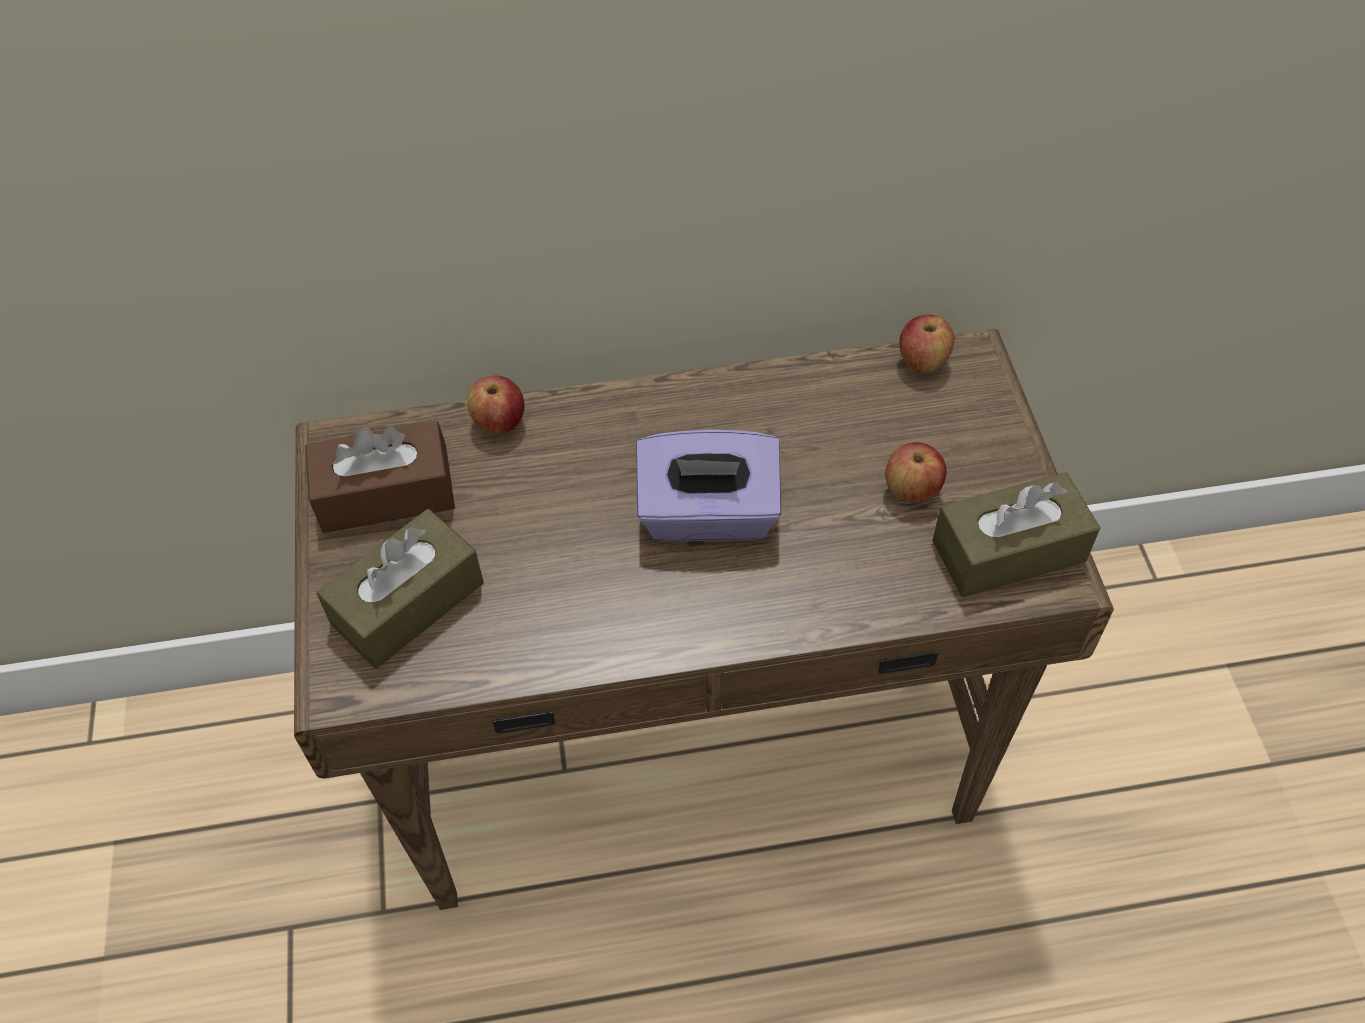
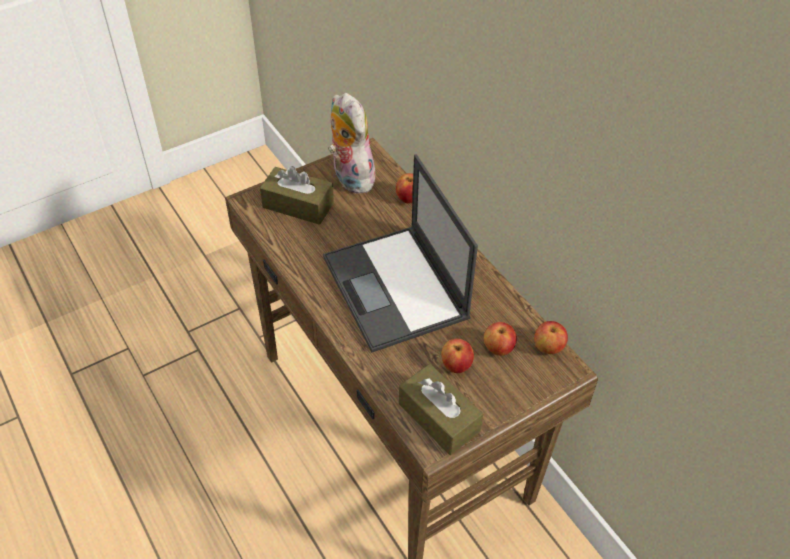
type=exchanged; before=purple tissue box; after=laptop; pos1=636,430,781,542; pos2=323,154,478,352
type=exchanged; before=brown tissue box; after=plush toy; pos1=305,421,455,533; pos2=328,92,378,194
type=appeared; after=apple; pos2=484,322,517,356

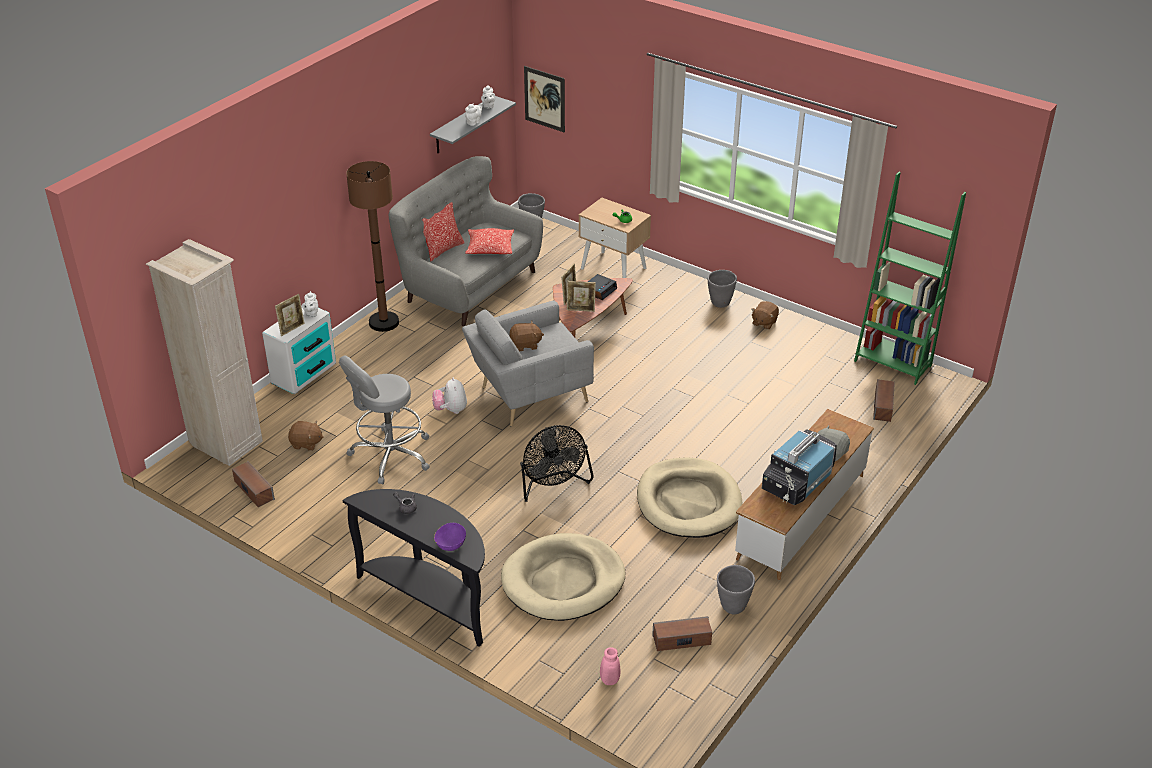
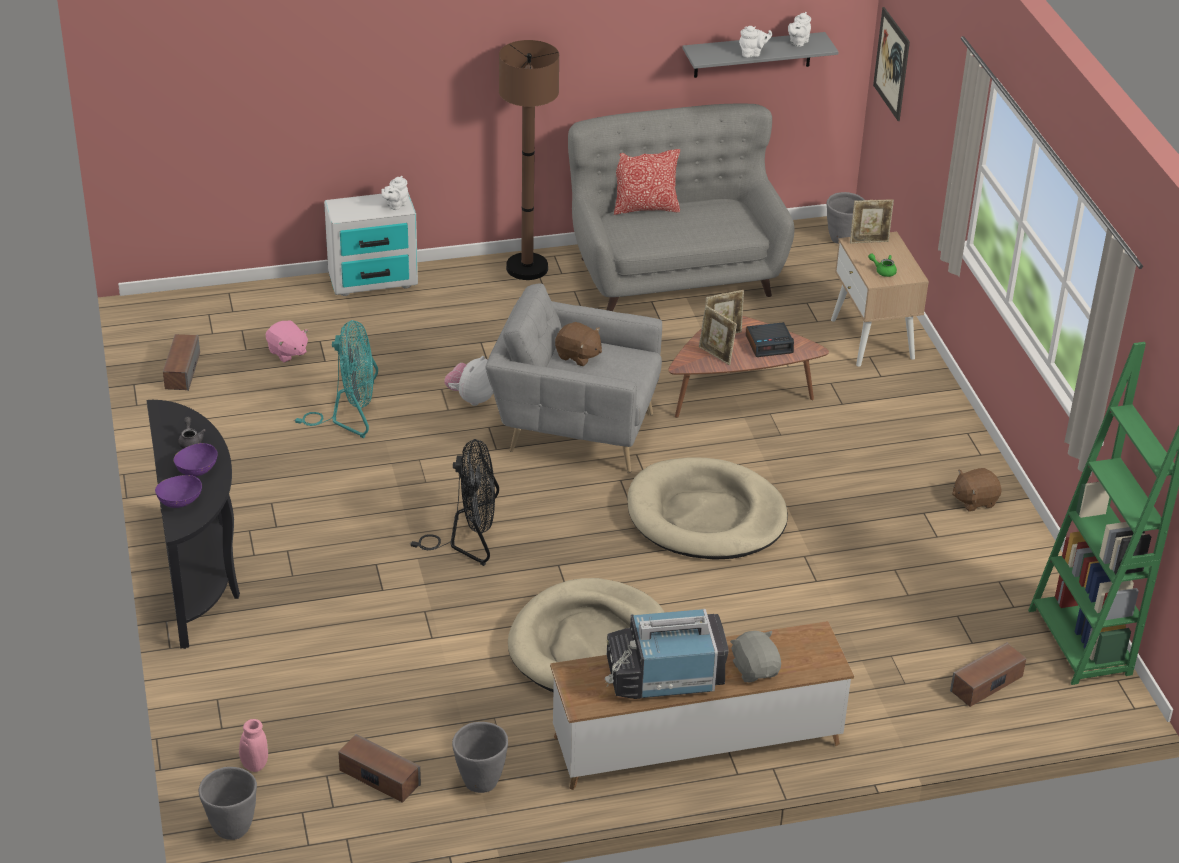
type=appeared; after=purple bowl; pos2=173,443,218,477
type=relocated; before=grey planter; pos1=708,270,737,308; pos2=199,767,257,840
type=colour; before=brown plush toy; after=pink plush toy; pos1=288,421,324,451; pos2=266,320,308,362
type=exchanged; before=grey stool; after=turquoise fan; pos1=339,355,430,484; pos2=294,320,378,438
type=spun; before=black fan; pos1=520,425,593,502; pos2=409,439,499,566; turn=-105
type=relocated; before=beige dog bed; pos1=501,533,625,621; pos2=628,457,788,560
type=relocated; before=picture frame; pos1=275,294,305,336; pos2=850,199,894,244
type=missing; before=beige cabinet; pos1=146,239,263,466
type=missing; before=pillow; pos1=465,228,514,254

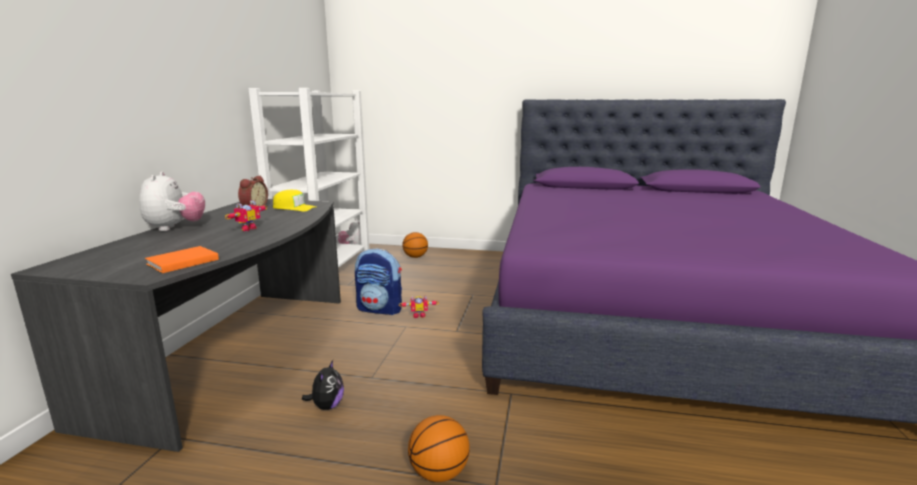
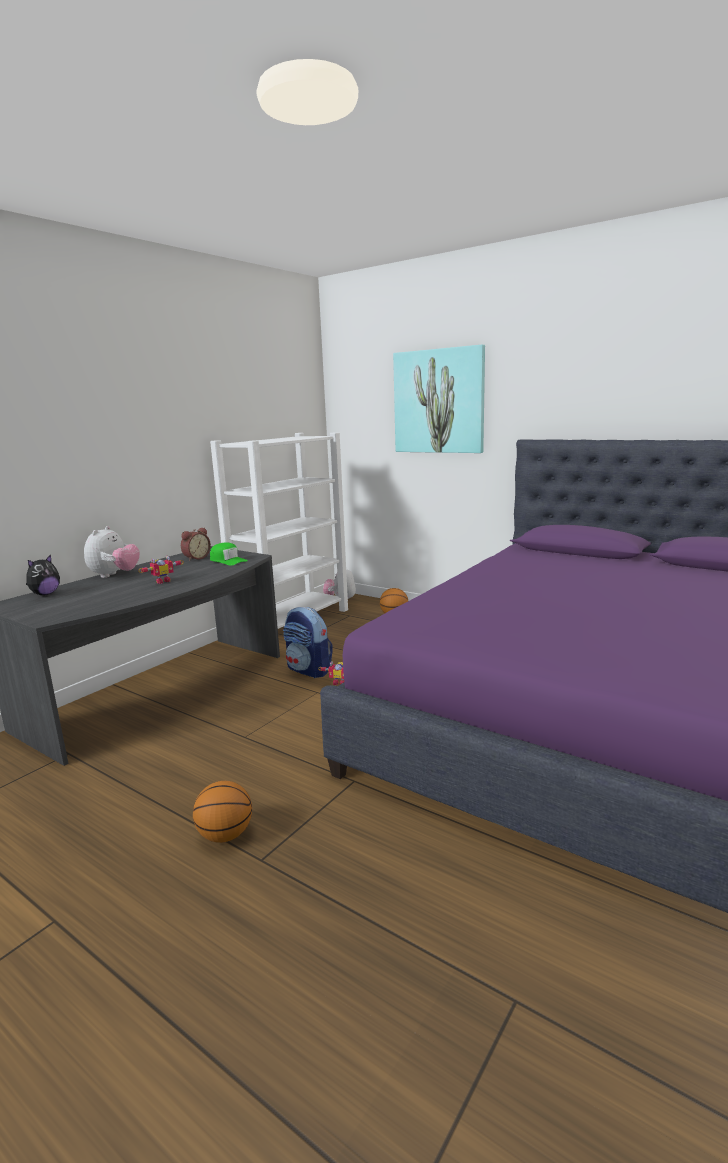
type=relocated; before=plush toy; pos1=302,360,344,410; pos2=26,555,60,595
type=colour; before=yellow cap; after=green cap; pos1=273,190,316,212; pos2=210,542,248,566
type=appeared; after=picture; pos2=393,345,485,453
type=missing; before=orange book; pos1=145,246,219,273

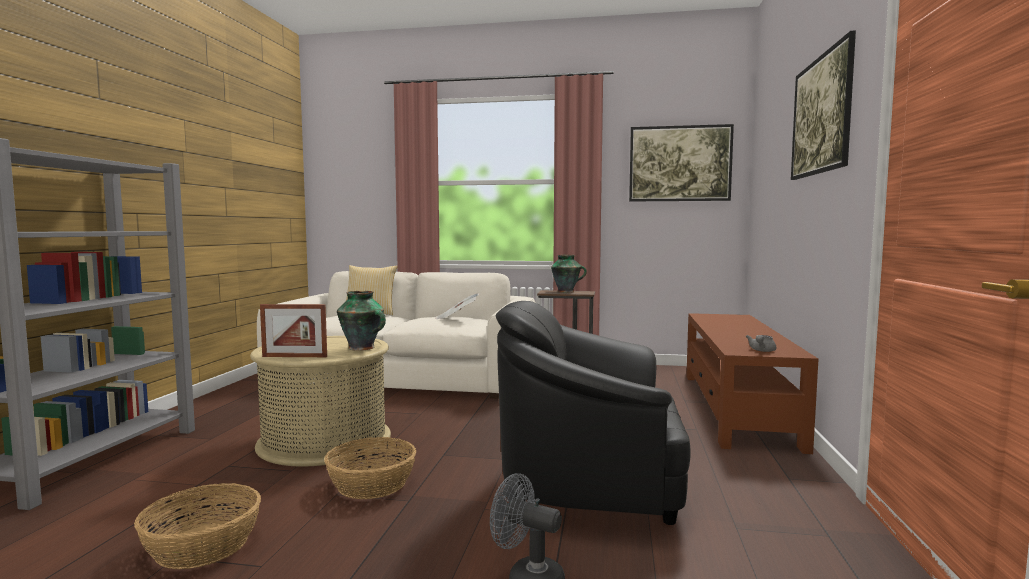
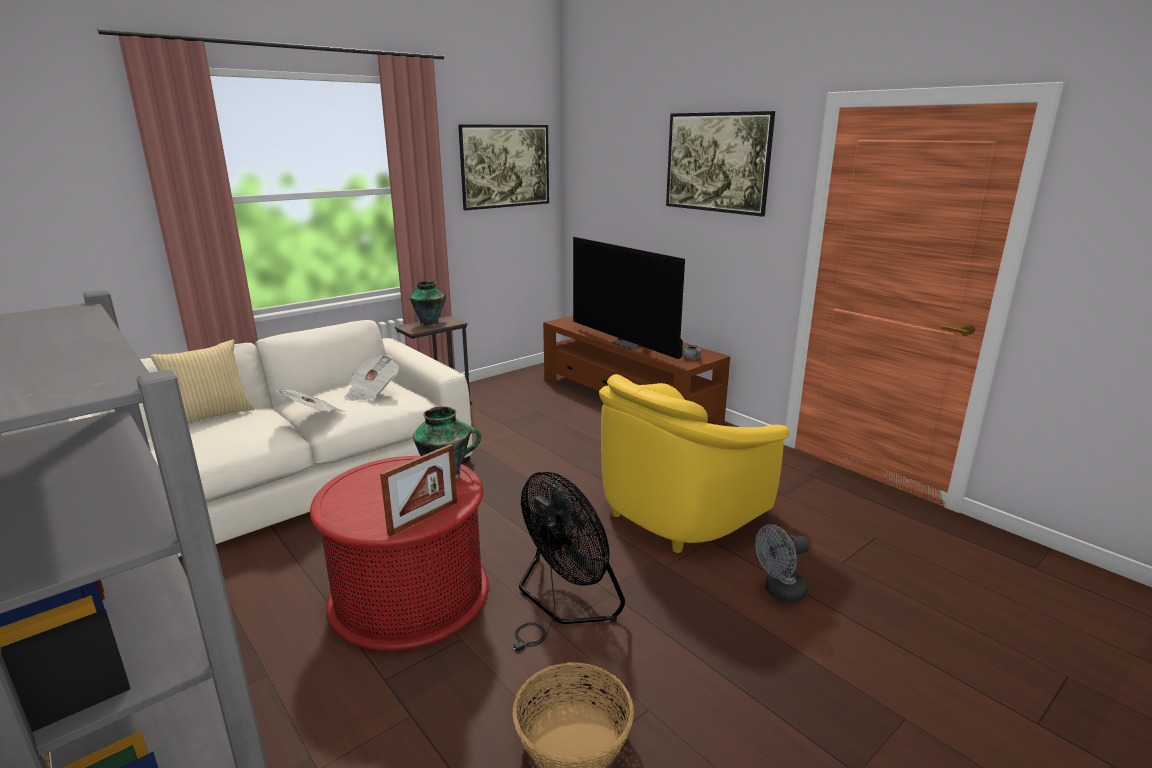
type=appeared; after=newspaper; pos2=276,389,345,412
type=colour; before=beige coffee table; after=red coffee table; pos1=250,336,391,466; pos2=310,456,489,651
type=exchanged; before=basket; after=black fan; pos1=324,437,417,499; pos2=512,472,625,652
type=appeared; after=television; pos2=573,237,685,359
type=colour; before=black armchair; after=yellow armchair; pos1=496,301,691,525; pos2=599,374,789,553

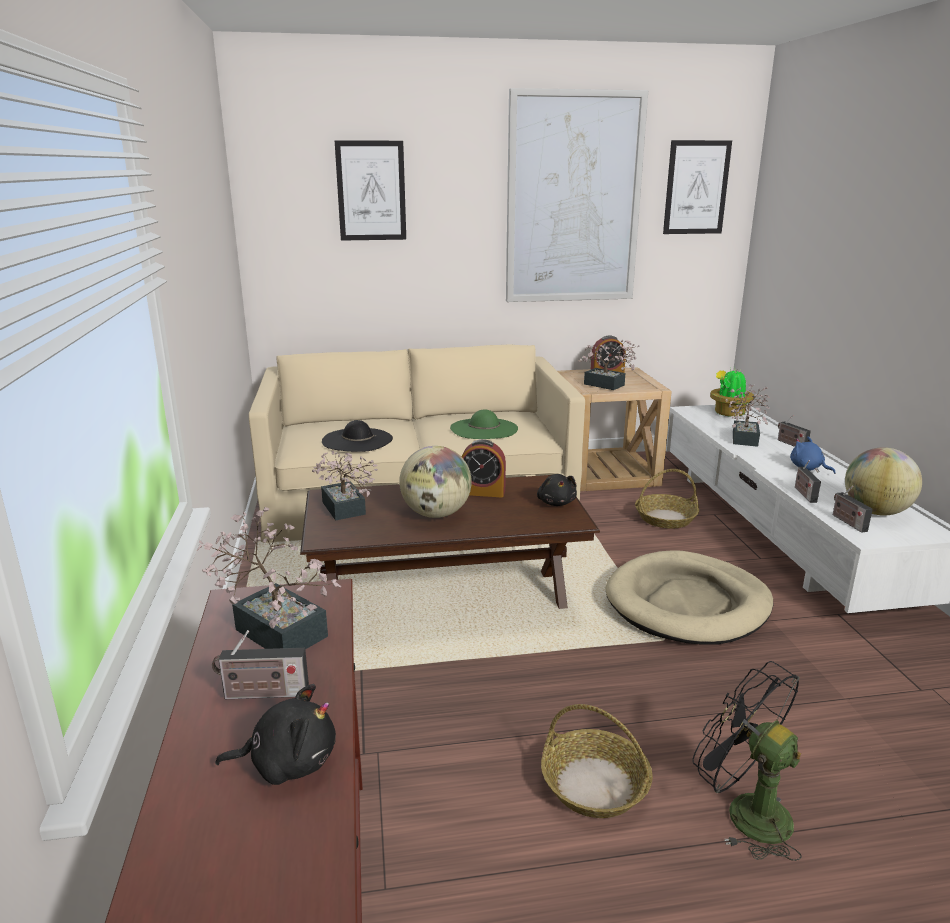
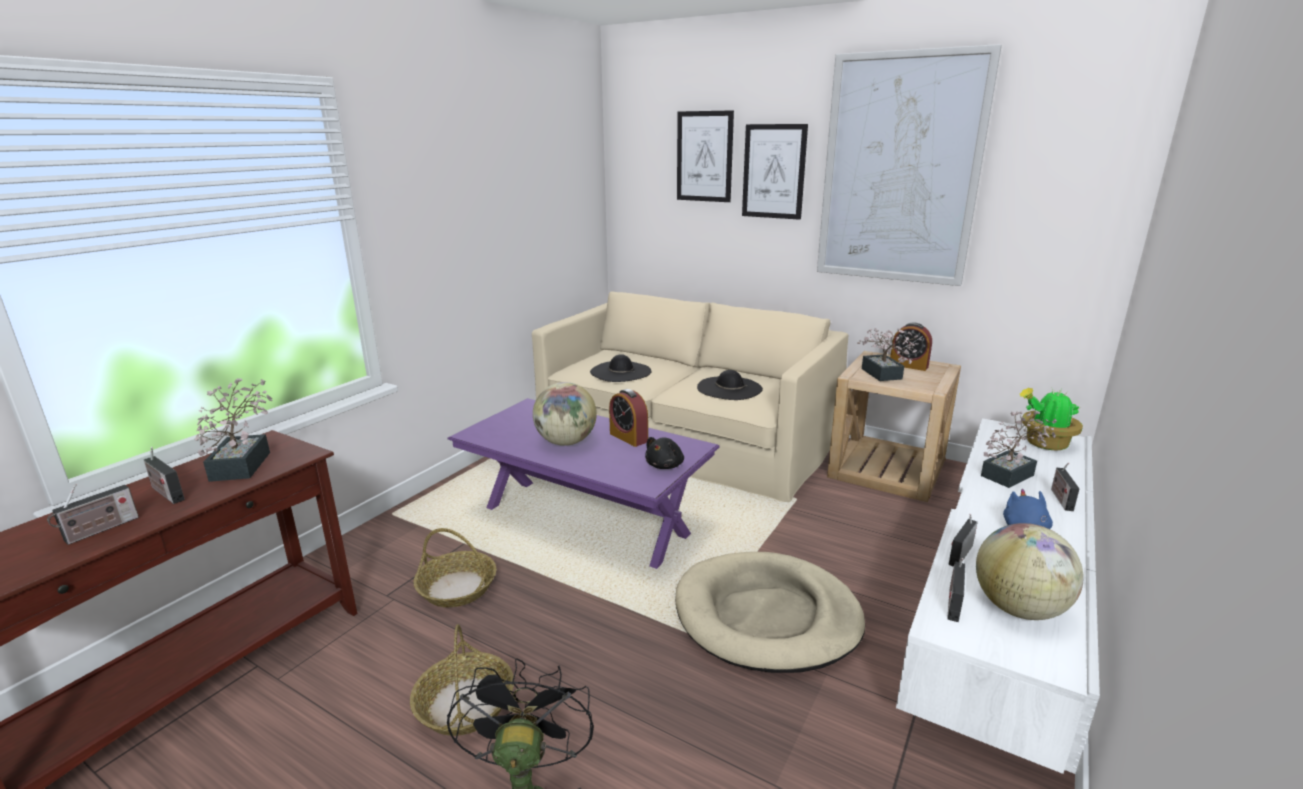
type=exchanged; before=black plush toy; after=radio; pos1=215,684,336,785; pos2=47,484,139,545
type=relocated; before=basket; pos1=635,469,699,529; pos2=413,528,496,607
type=colour; before=brown coffee table; after=purple coffee table; pos1=300,475,600,609; pos2=448,398,720,569
type=colour; before=green hat; after=black hat; pos1=450,409,518,439; pos2=697,370,763,400
type=relocated; before=picture; pos1=663,140,732,234; pos2=742,124,808,220
type=missing; before=potted plant; pos1=312,451,378,521

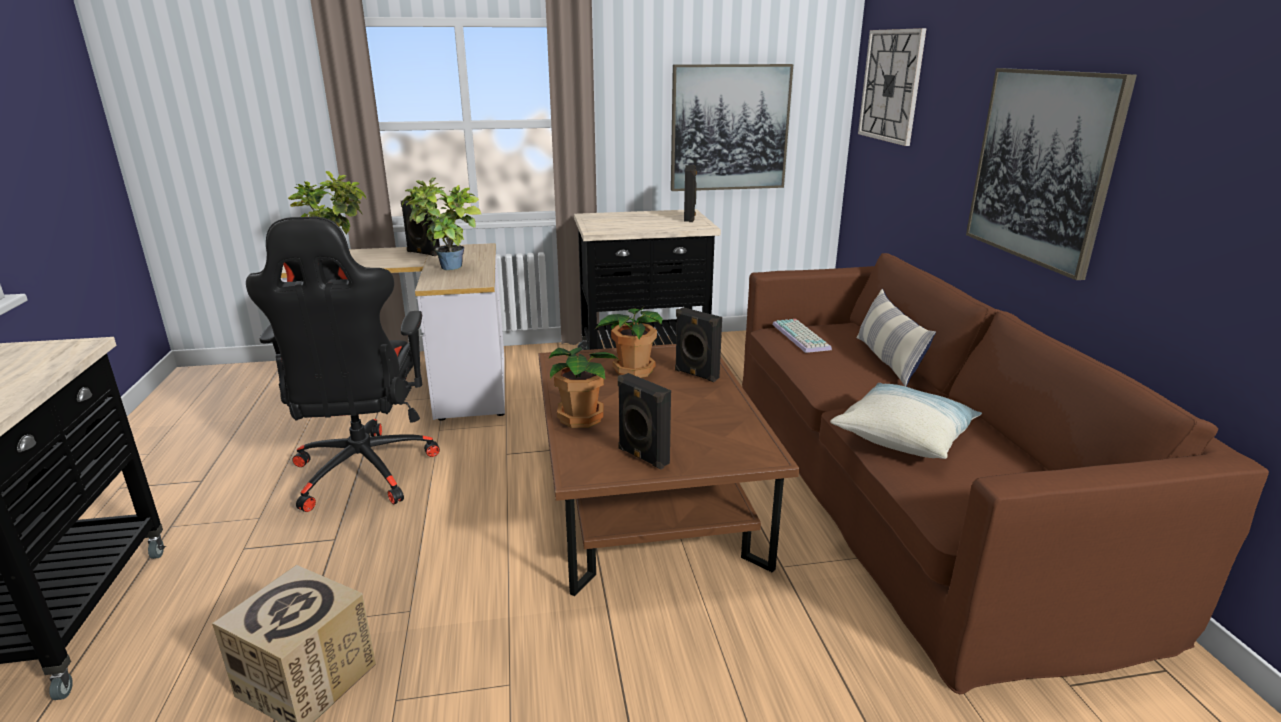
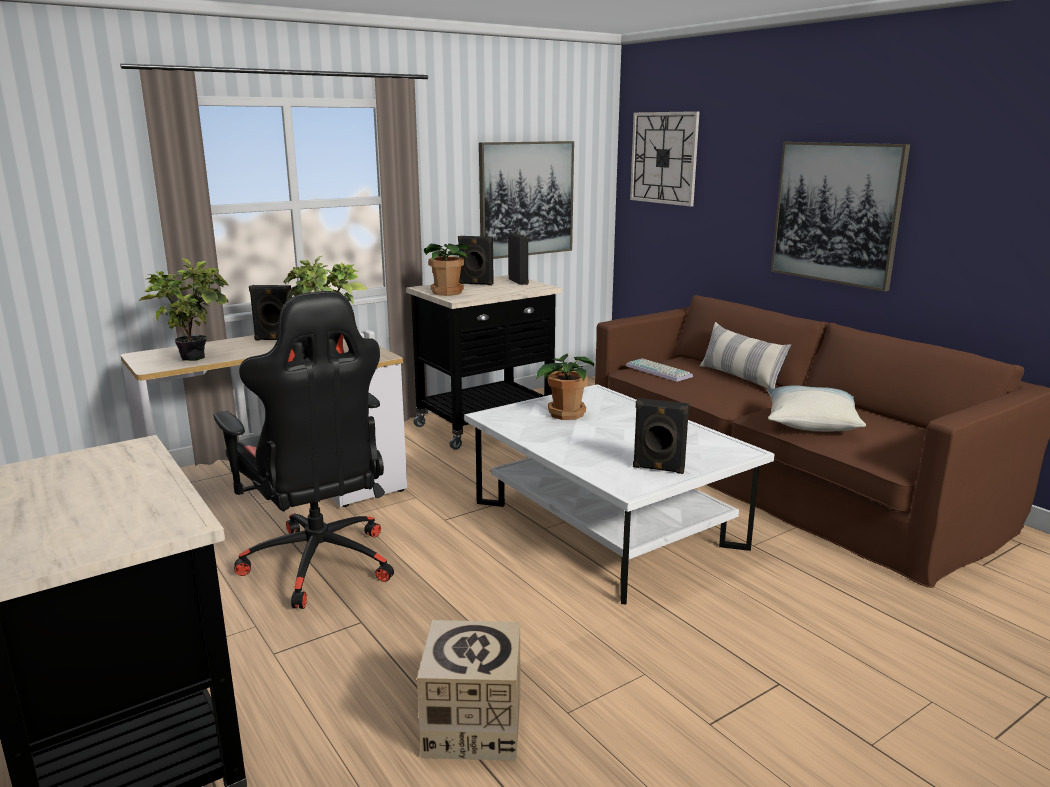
type=relocated; before=potted plant; pos1=549,347,619,428; pos2=424,243,470,296
type=relocated; before=black speaker; pos1=675,307,722,382; pos2=458,236,494,285
type=colour; before=brown coffee table; after=white coffee table; pos1=539,344,799,596; pos2=464,384,774,604

